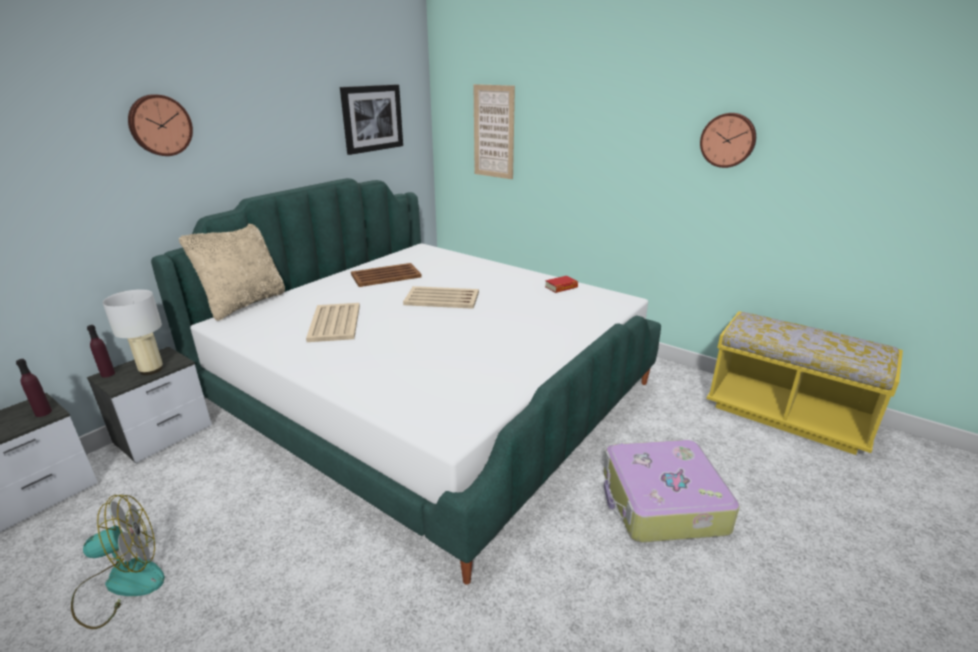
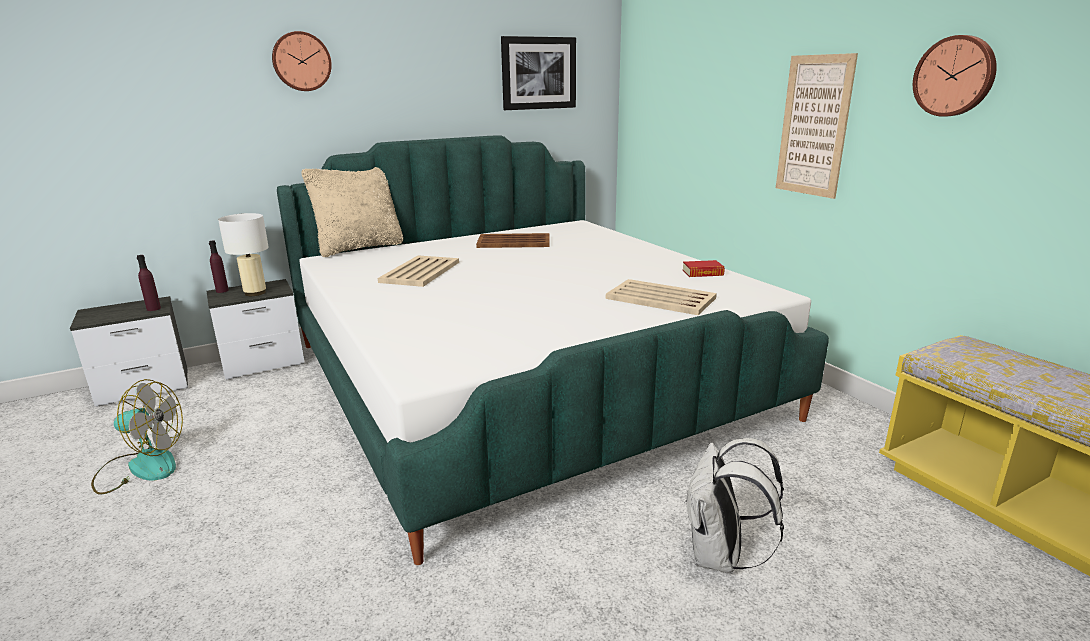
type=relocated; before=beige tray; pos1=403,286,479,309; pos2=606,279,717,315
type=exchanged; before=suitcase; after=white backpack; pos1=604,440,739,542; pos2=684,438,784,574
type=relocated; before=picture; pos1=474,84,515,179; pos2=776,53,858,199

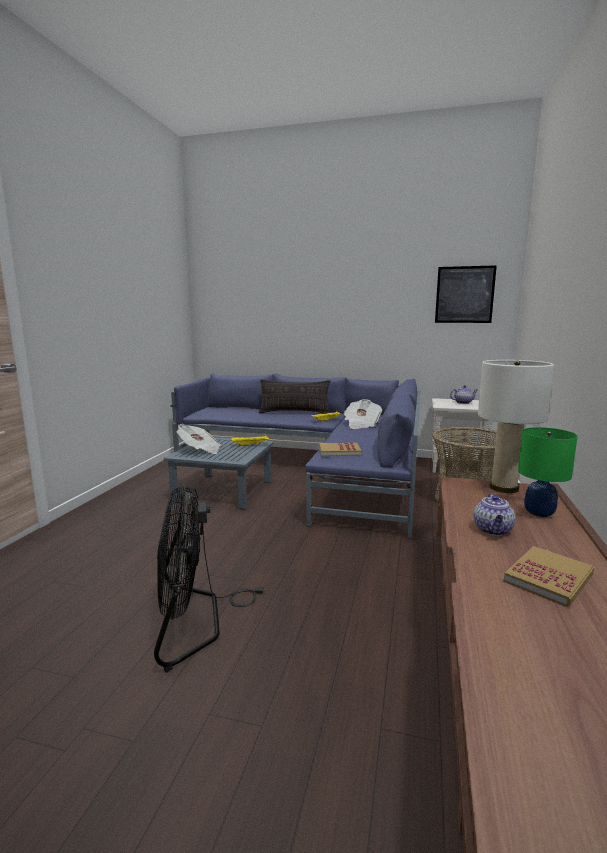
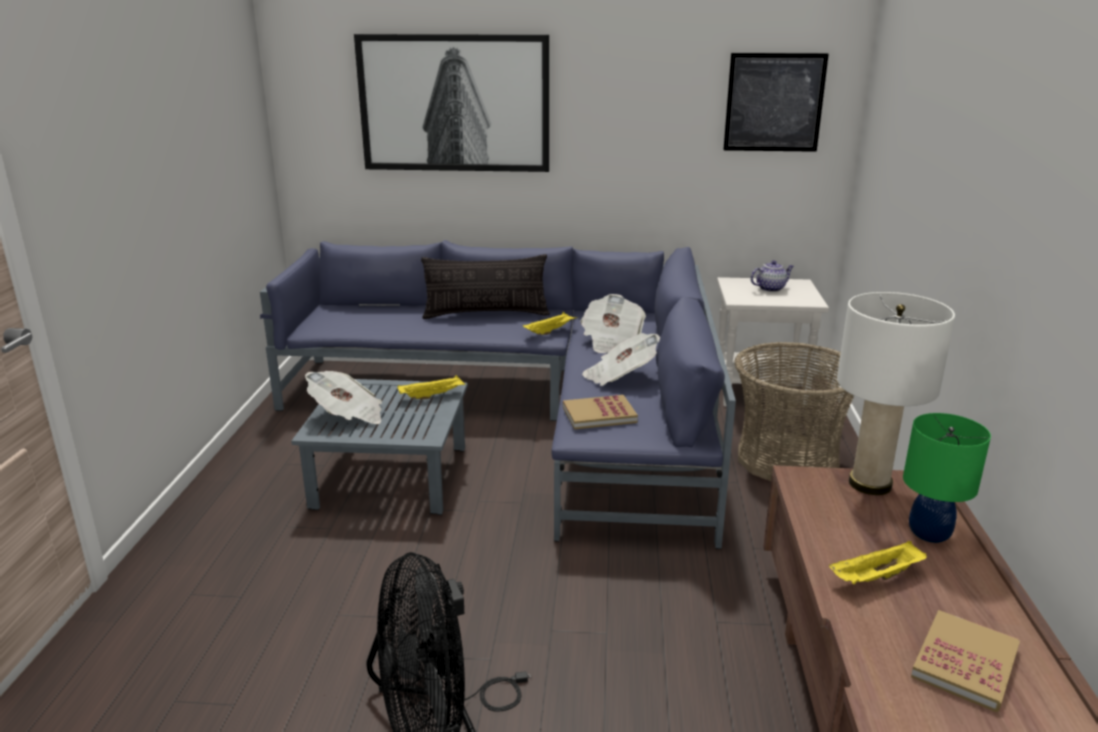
type=appeared; after=picture; pos2=354,34,549,172
type=appeared; after=newspaper; pos2=582,333,660,386
type=exchanged; before=teapot; after=yellow tray; pos1=474,493,515,536; pos2=829,541,927,584

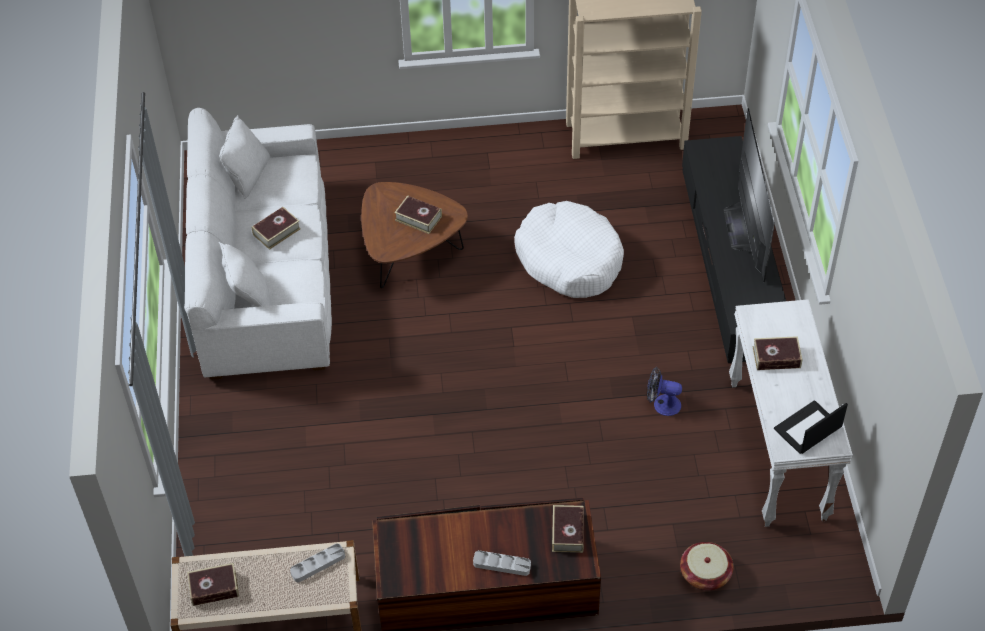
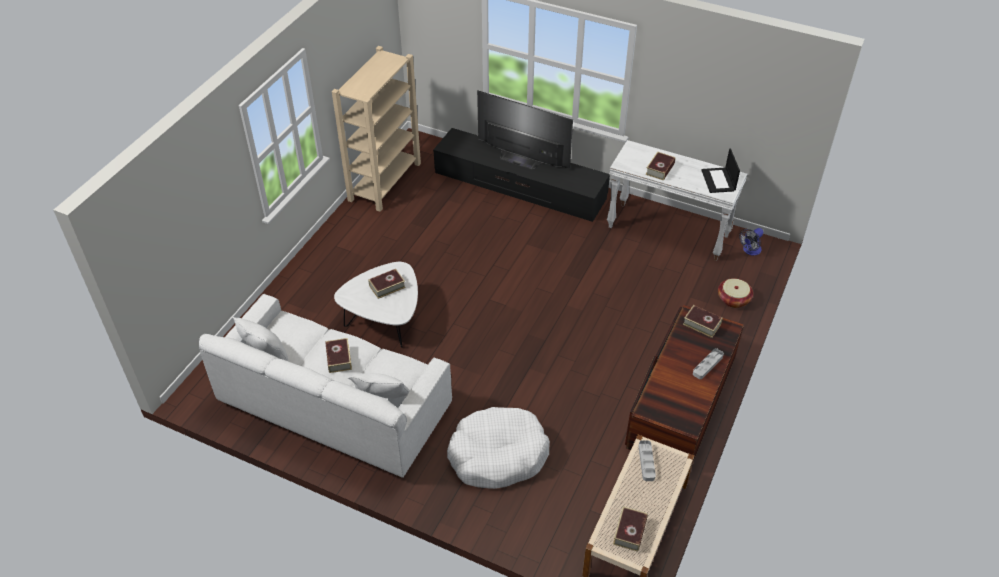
type=colour; before=brown coffee table; after=white coffee table; pos1=361,182,468,288; pos2=334,262,418,348
type=relocated; before=white dog bed; pos1=514,201,624,298; pos2=447,407,550,489
type=relocated; before=fan; pos1=647,367,682,416; pos2=739,228,763,256

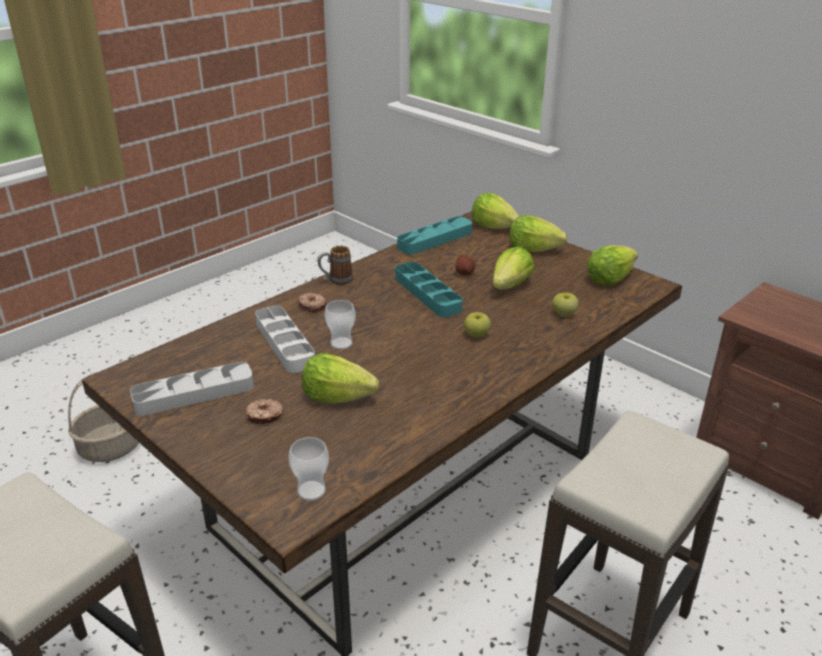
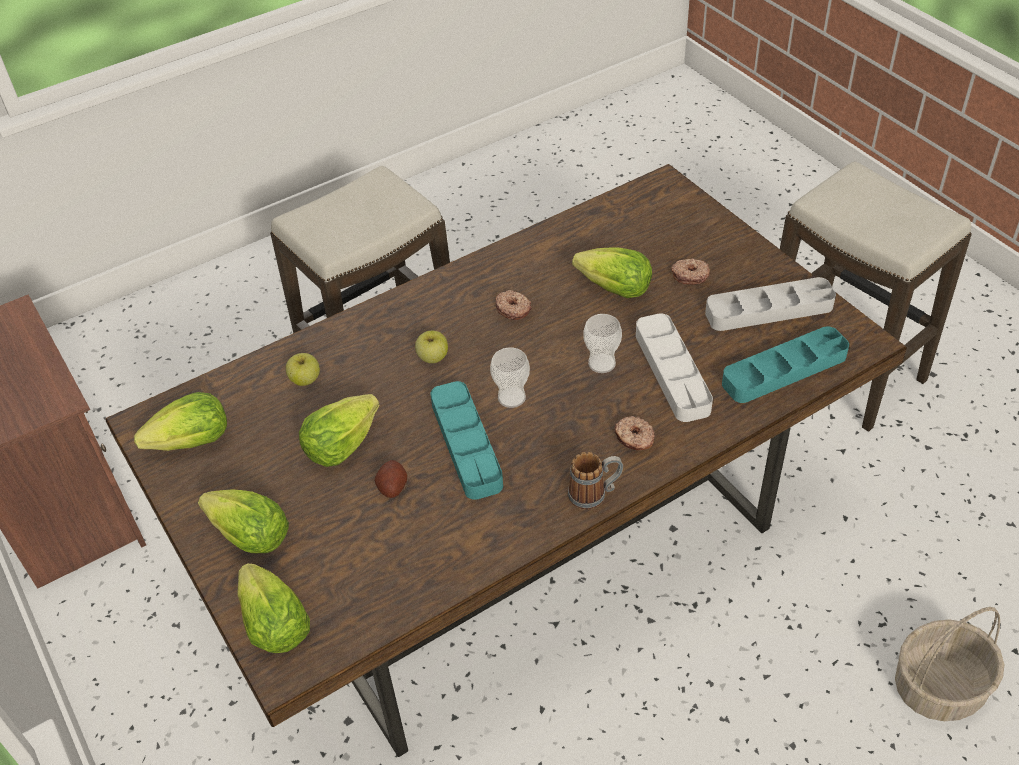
type=relocated; before=cup; pos1=289,437,329,501; pos2=490,347,530,408
type=appeared; after=donut; pos2=495,290,532,320
type=relocated; before=turquoise tray; pos1=397,216,472,255; pos2=722,326,849,403

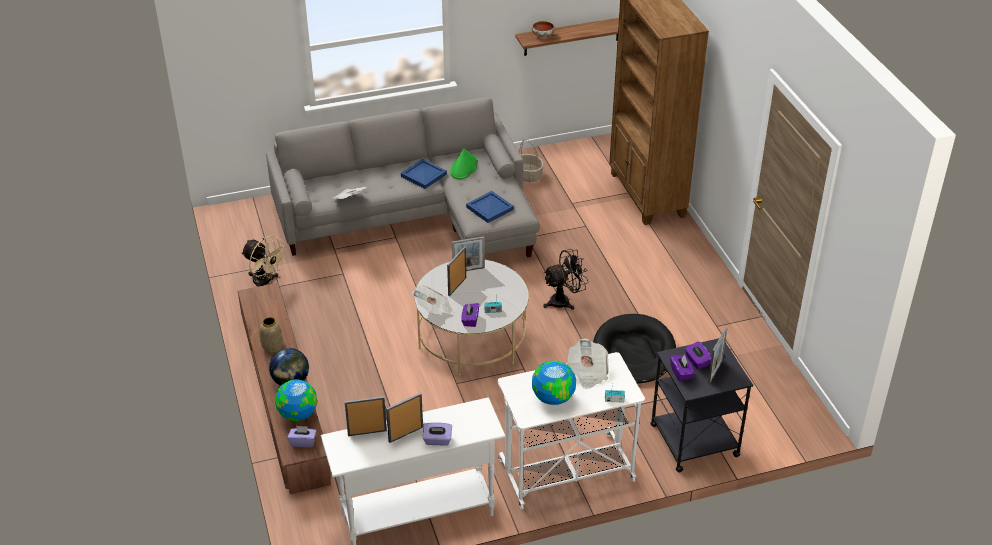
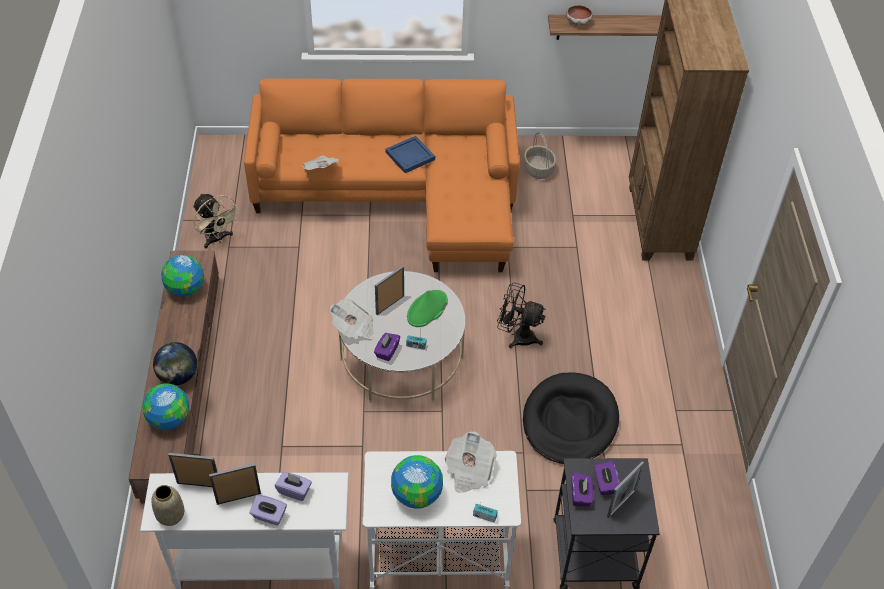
type=relocated; before=vase; pos1=260,317,283,353; pos2=152,485,184,526
type=appeared; after=globe; pos2=161,255,204,296
type=colour; before=grey sofa; after=orange sofa; pos1=266,97,540,258; pos2=244,78,520,272
type=relocated; before=purple tissue box; pos1=287,426,316,448; pos2=275,472,312,501
type=relocated; before=green hat; pos1=450,149,478,179; pos2=407,290,448,327
type=spun; before=black fan; pos1=543,249,589,310; pos2=497,282,546,348; turn=-150
type=missing; before=picture frame; pos1=452,237,485,271
type=missing; before=blue tray; pos1=466,191,514,223

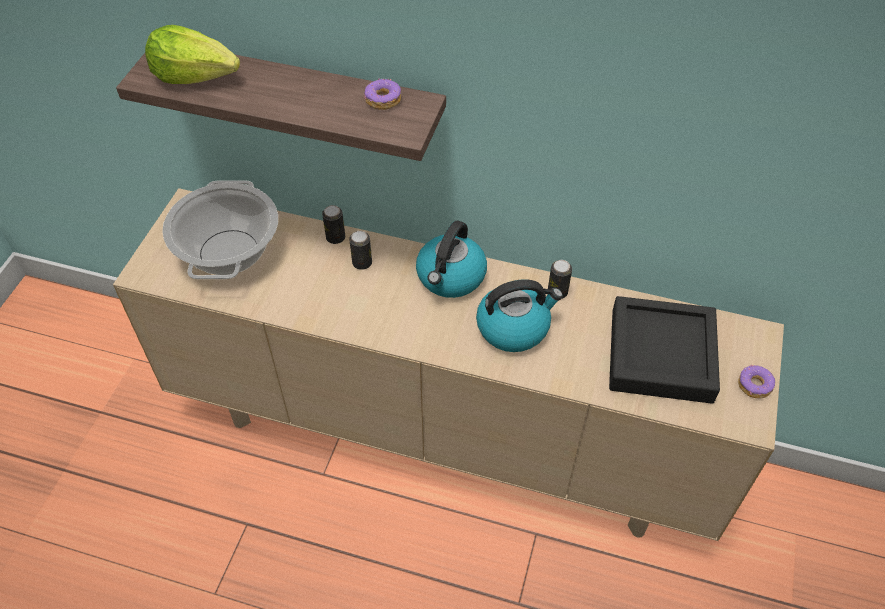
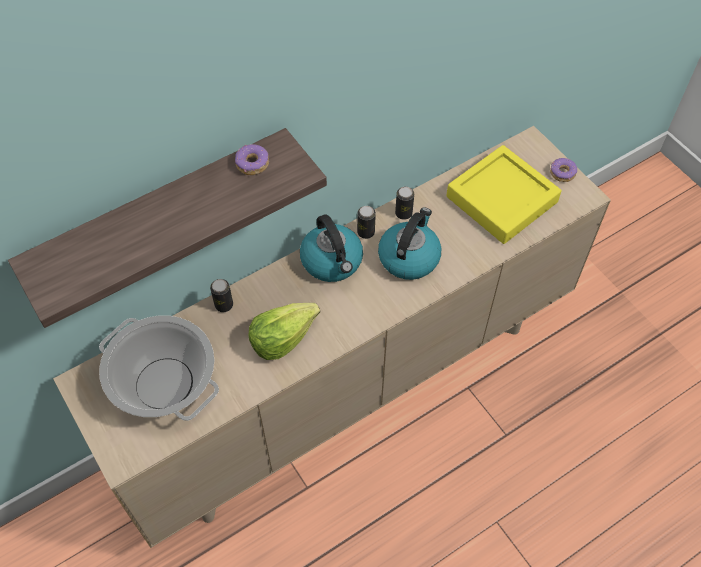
type=relocated; before=lettuce; pos1=145,25,240,84; pos2=249,303,320,360
type=relocated; before=can; pos1=349,231,372,270; pos2=357,206,376,239
type=colour; before=black tray; after=yellow tray; pos1=609,296,720,404; pos2=446,145,561,244

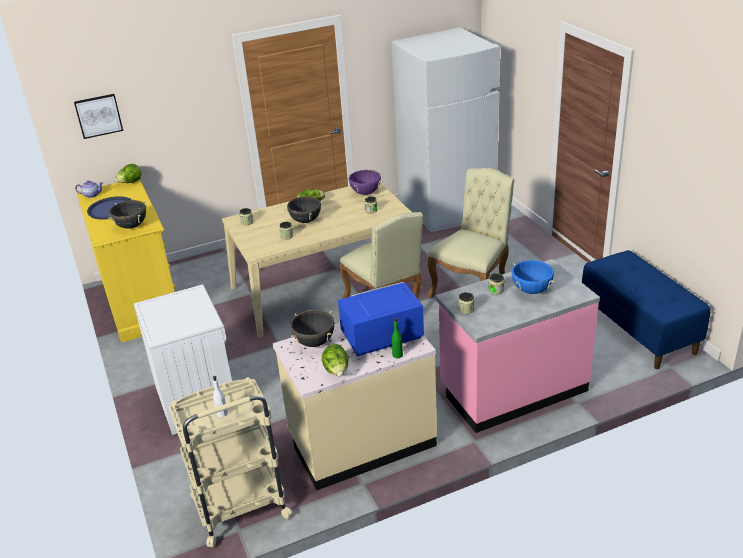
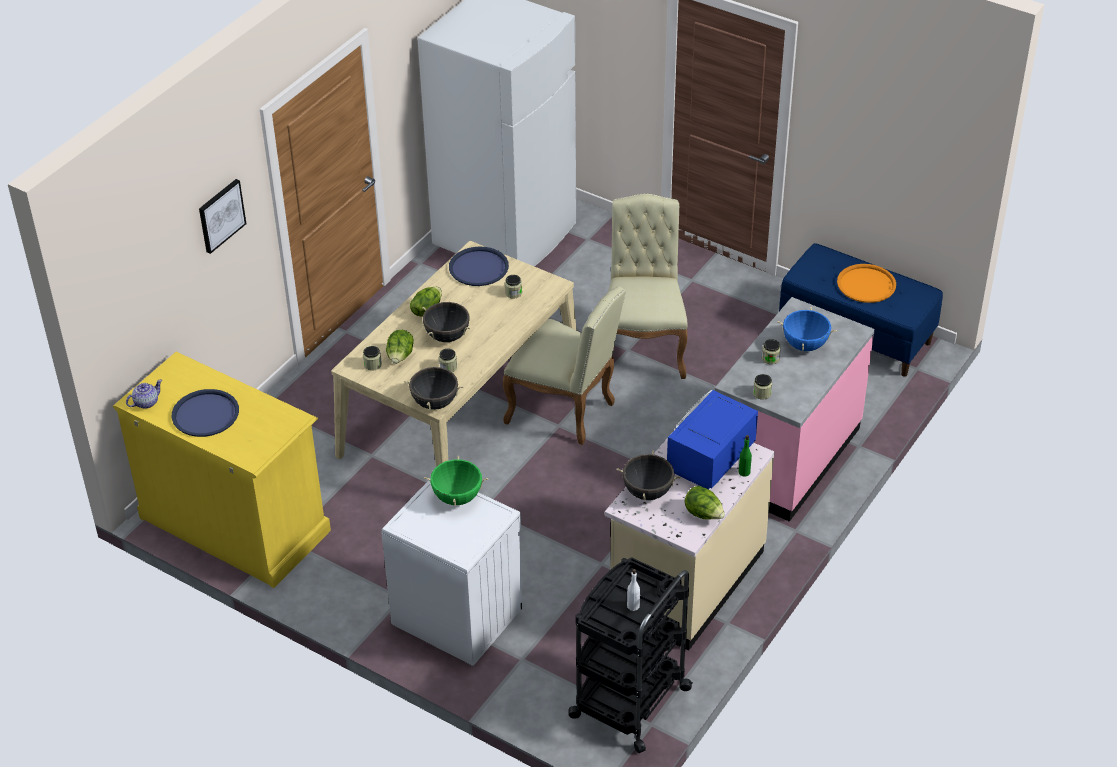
type=relocated; before=picture; pos1=74,94,123,139; pos2=199,179,246,254
type=relocated; before=lettuce; pos1=115,164,142,183; pos2=386,330,414,364
type=relocated; before=black cooking pot; pos1=108,200,147,229; pos2=404,364,463,410
type=appeared; after=green cooking pot; pos2=424,455,488,506
type=exchanged; before=purple cooking pot; after=blue tray; pos1=347,169,382,195; pos2=449,247,509,286
type=colour; before=beige cart; after=black cart; pos1=169,377,293,547; pos2=569,557,693,753
type=appeared; after=orange tray; pos2=837,264,896,303

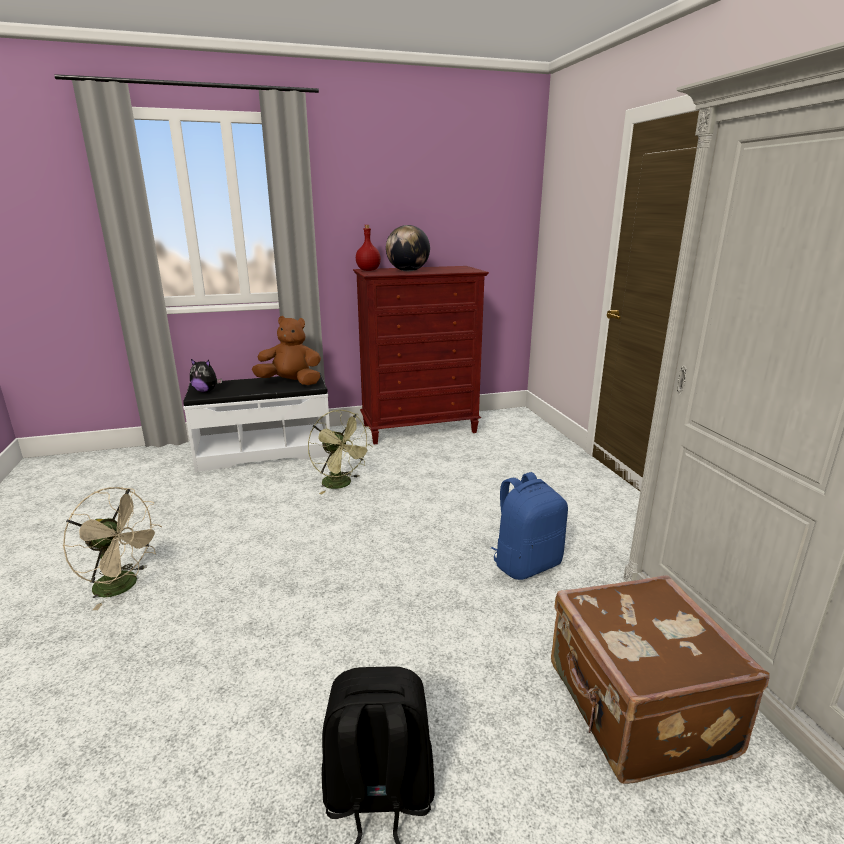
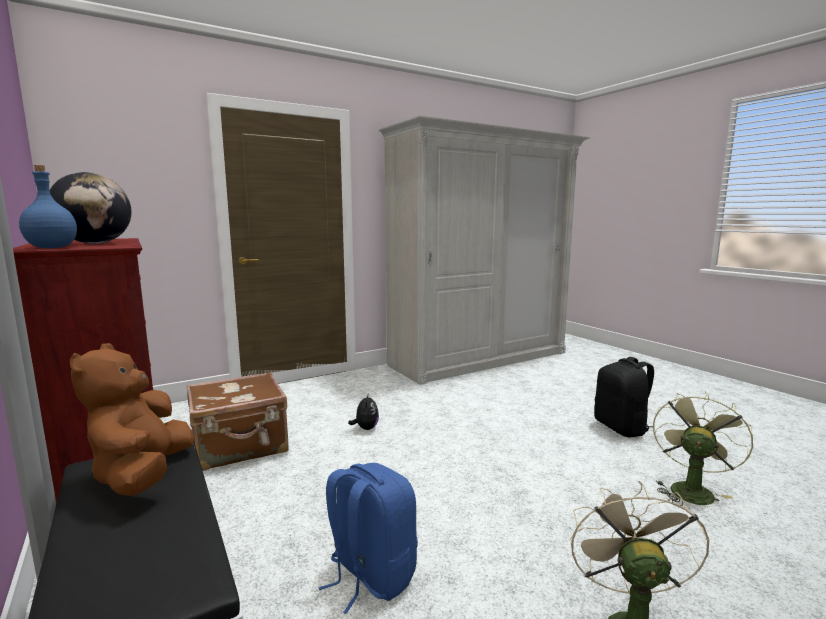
type=colour; before=red bottle; after=blue bottle; pos1=356,225,381,271; pos2=19,165,77,248
type=relocated; before=brown suitcase; pos1=551,575,769,784; pos2=187,372,289,471
type=relocated; before=blue backpack; pos1=491,472,568,580; pos2=318,463,418,614
type=relocated; before=plush toy; pos1=190,359,222,392; pos2=348,392,379,430
type=relocated; before=green fan; pos1=308,410,372,494; pos2=653,391,753,506

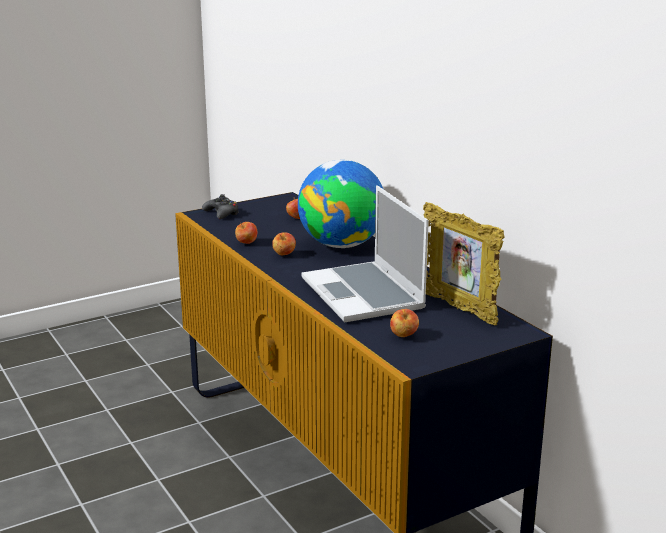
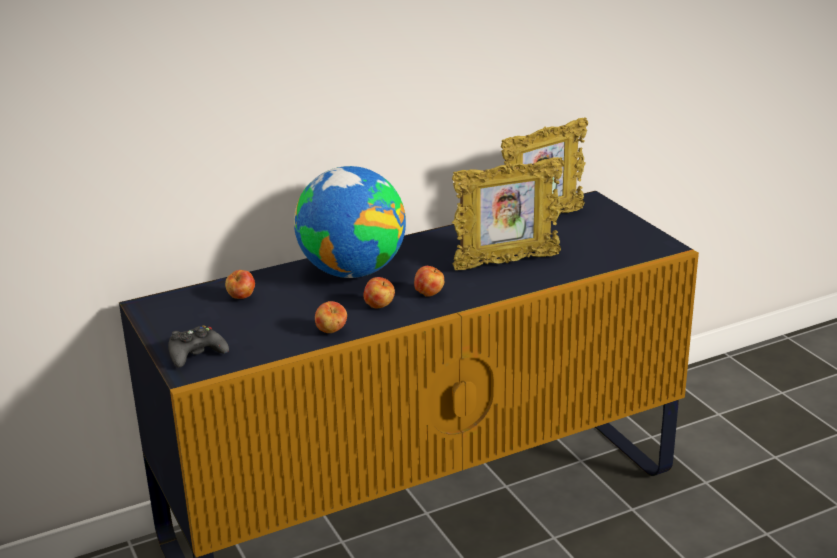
type=relocated; before=apple; pos1=390,309,419,337; pos2=414,266,444,297
type=exchanged; before=laptop; after=picture frame; pos1=301,185,429,322; pos2=452,157,564,270

